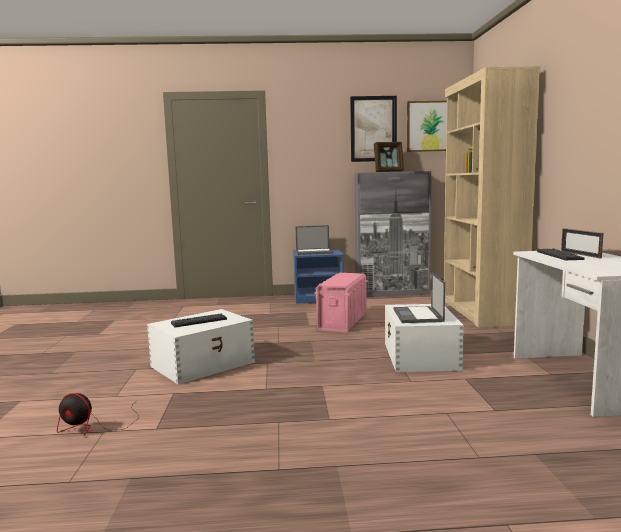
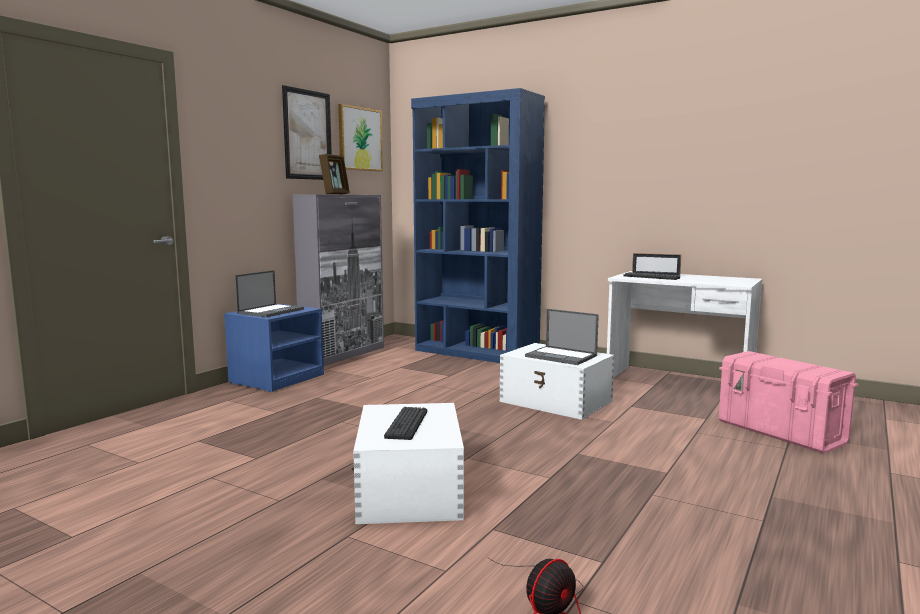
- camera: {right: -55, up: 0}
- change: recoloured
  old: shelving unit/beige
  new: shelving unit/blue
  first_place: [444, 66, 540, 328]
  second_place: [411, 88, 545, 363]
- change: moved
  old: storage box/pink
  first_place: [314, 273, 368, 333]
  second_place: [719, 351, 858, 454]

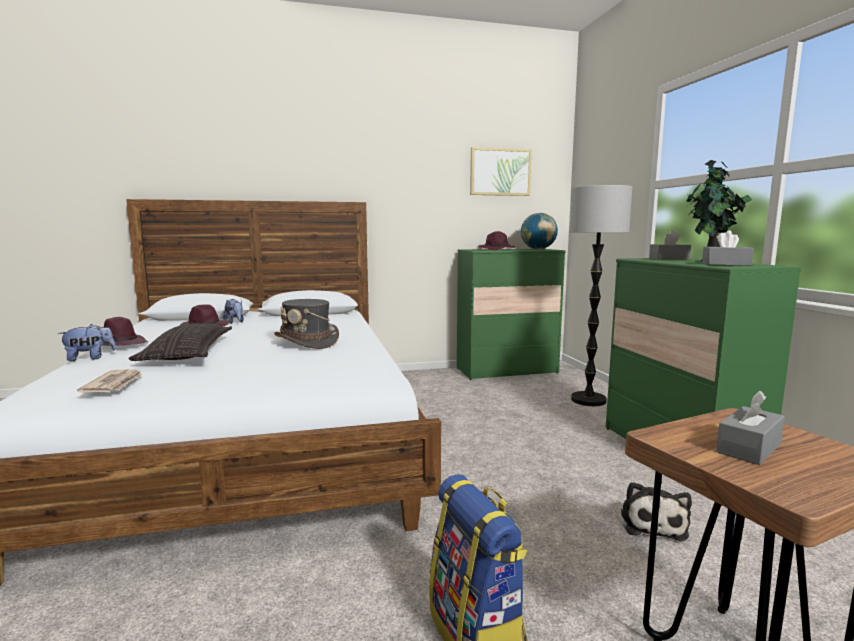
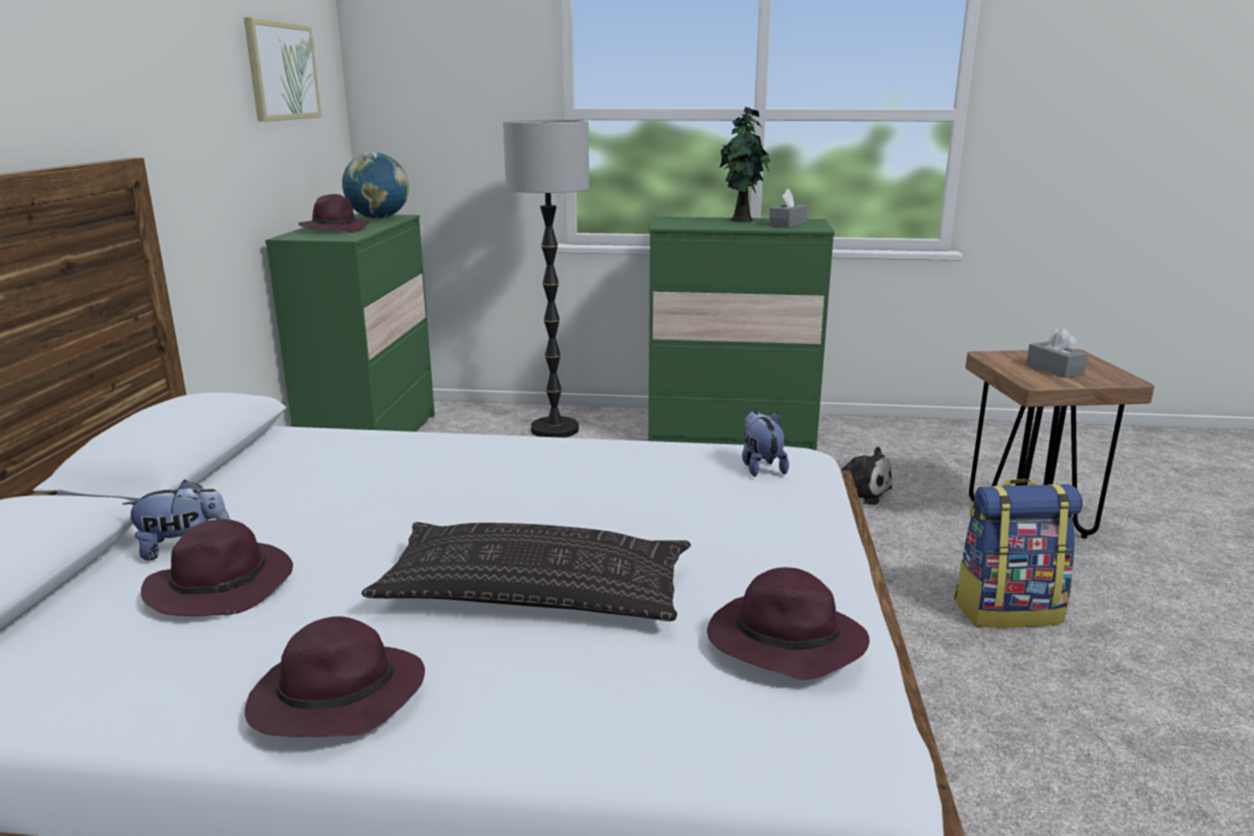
- camera: {right: -70, up: 10}
- change: replaced
  old: daily paper
  new: clothing hat/purple
  first_place: [77, 369, 142, 392]
  second_place: [707, 567, 869, 680]
- change: moved
  old: plush toy
  first_place: [58, 324, 116, 361]
  second_place: [742, 411, 789, 477]
- change: removed
  old: clothing hat/greyish
  first_place: [274, 299, 339, 349]
- change: removed
  old: tissue holder/greyish
  first_place: [649, 230, 691, 260]

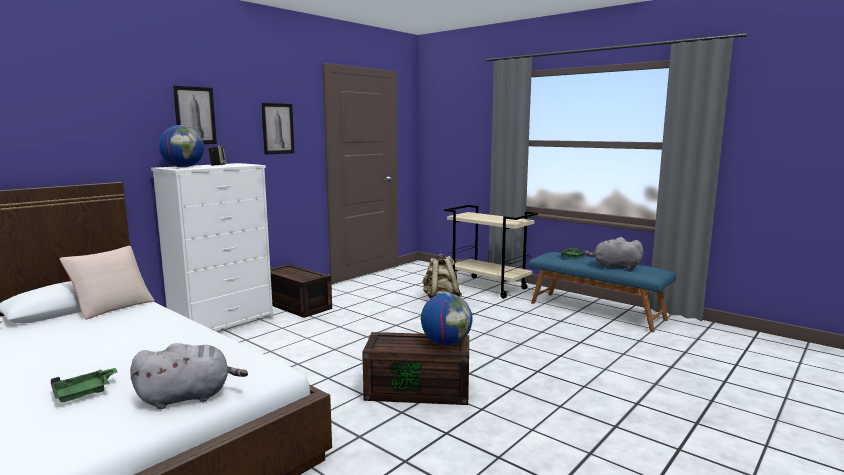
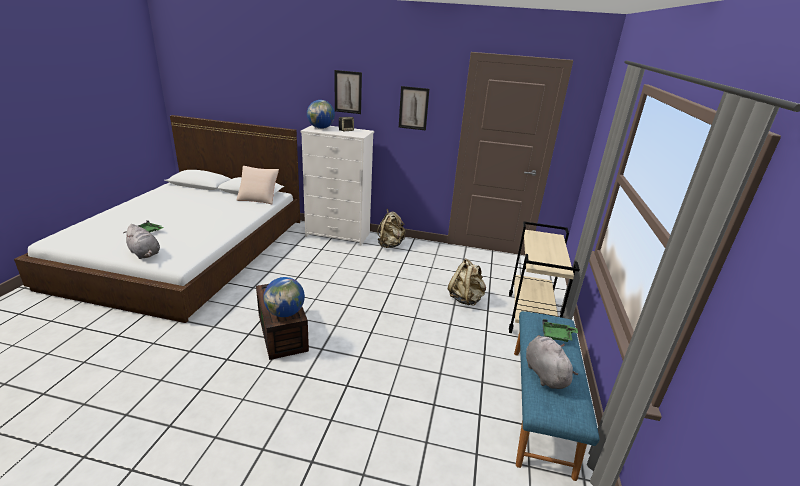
- camera: {right: 60, up: 15}
- change: replaced
  old: storage box/brown
  new: rucksack/beige
  first_place: [270, 264, 332, 318]
  second_place: [377, 209, 406, 248]

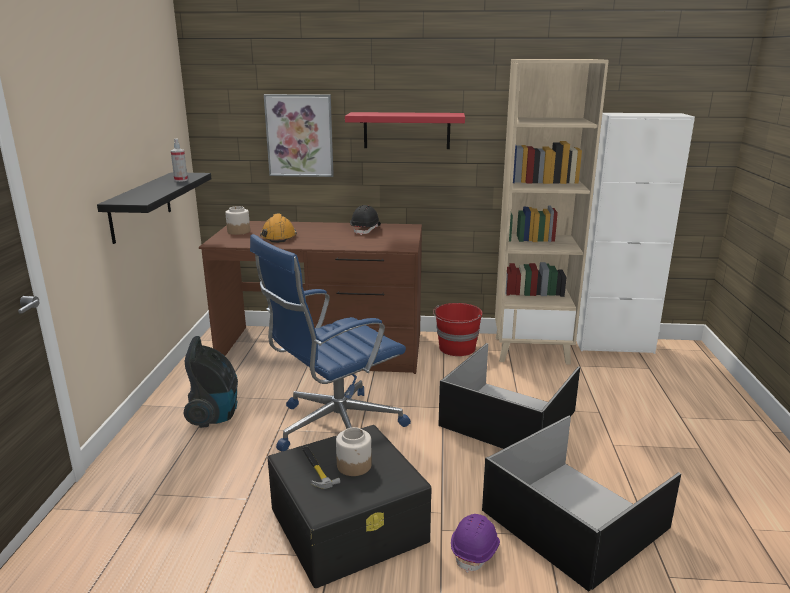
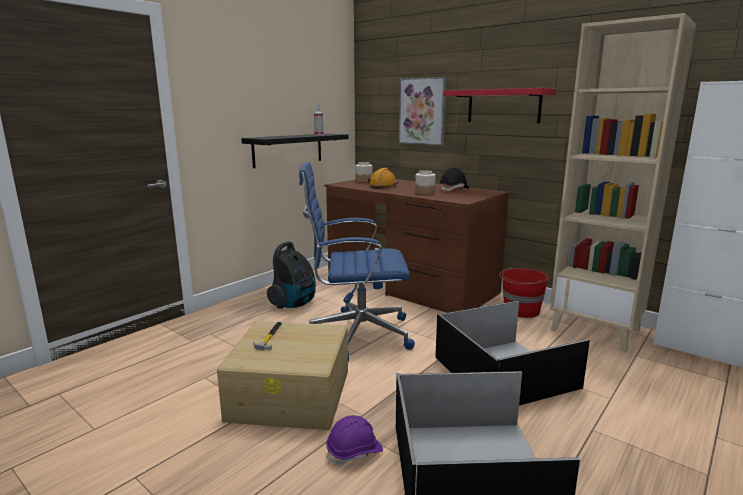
- camera: {right: 35, up: -5}
- change: recoloured
  old: storage box/blackish
  new: storage box/beige
  first_place: [267, 425, 432, 588]
  second_place: [217, 321, 348, 430]
- change: moved
  old: storage jar
  first_place: [336, 427, 372, 476]
  second_place: [415, 171, 436, 195]

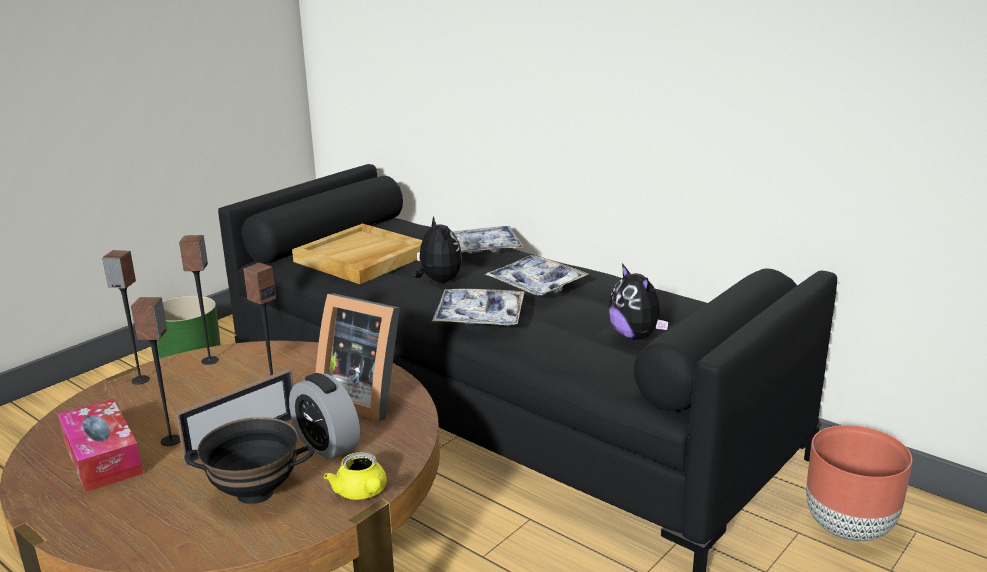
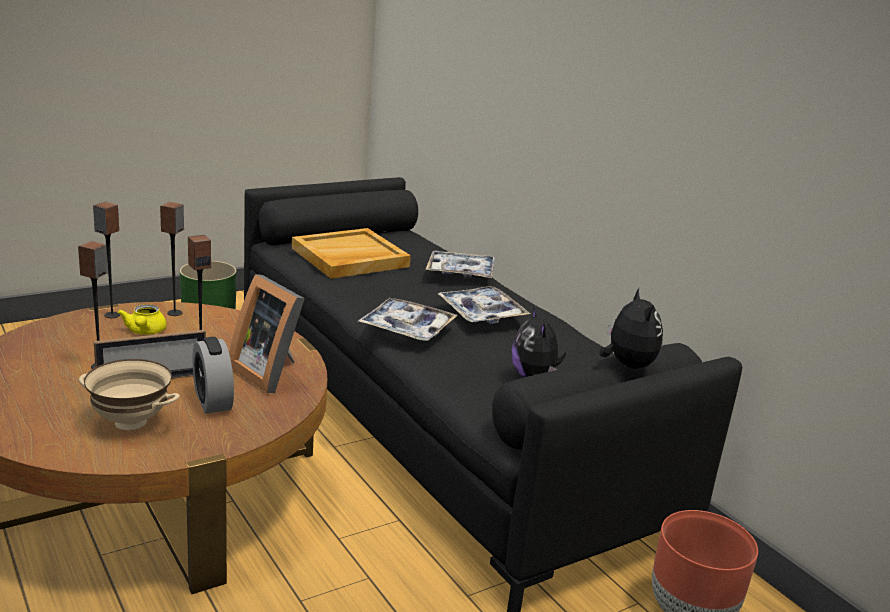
- camera: {right: 15, up: 0}
- change: recoloured
  old: serving bowl/blackish
  new: serving bowl/beige
  first_place: [184, 417, 314, 504]
  second_place: [79, 359, 180, 431]
- change: moved
  old: teapot/yellow
  first_place: [324, 452, 387, 500]
  second_place: [118, 304, 166, 335]
- change: moved
  old: plush toy
  first_place: [413, 216, 462, 282]
  second_place: [600, 288, 663, 369]
- change: removed
  old: tissue holder
  first_place: [58, 399, 143, 492]

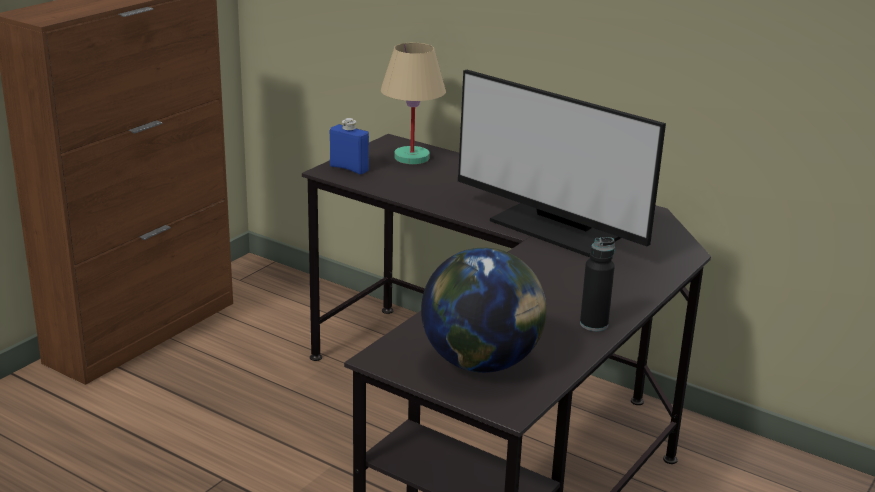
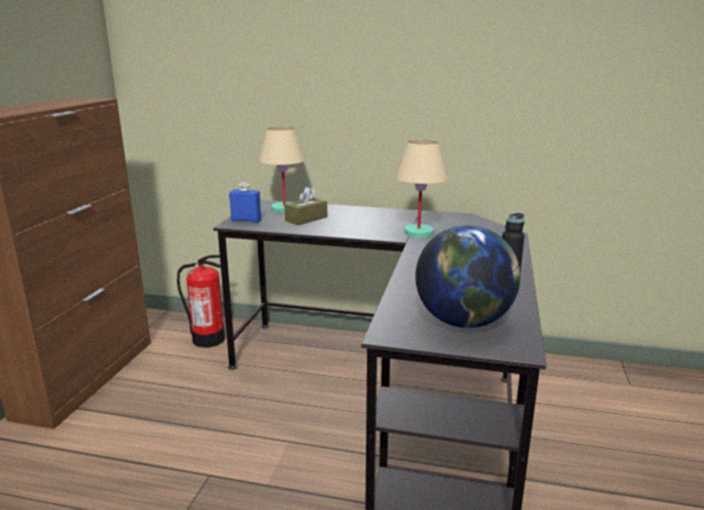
- camera: {right: -20, up: -5}
- change: added
  new: fire extinguisher
  second_place: [177, 255, 225, 348]
- change: added
  new: tissue holder/brown
  second_place: [284, 187, 327, 225]
- change: replaced
  old: computer display
  new: lamp for a table/beige
  first_place: [458, 70, 666, 257]
  second_place: [395, 139, 448, 238]

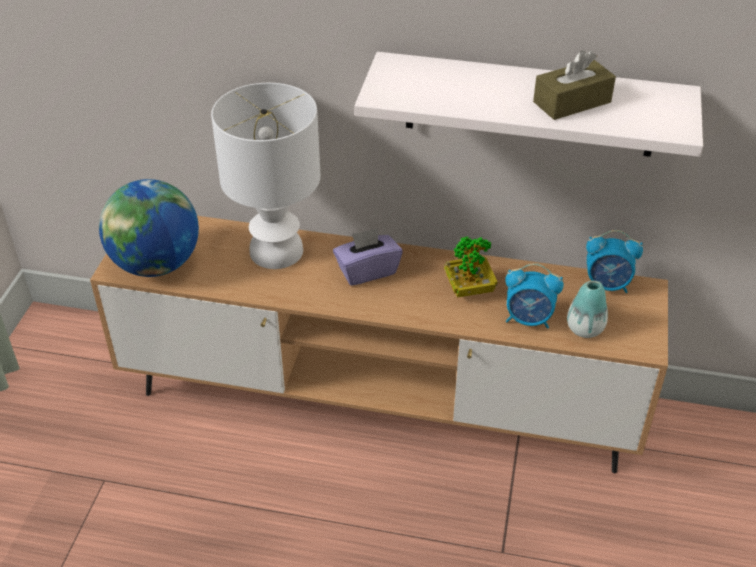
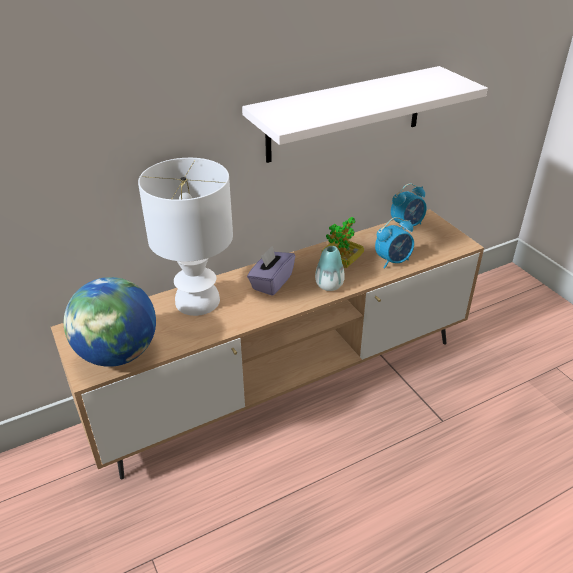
- camera: {right: -40, up: -5}
- change: moved
  old: decorative vase
  first_place: [567, 280, 608, 338]
  second_place: [315, 246, 345, 291]
- change: removed
  old: tissue holder/brown
  first_place: [533, 50, 616, 120]

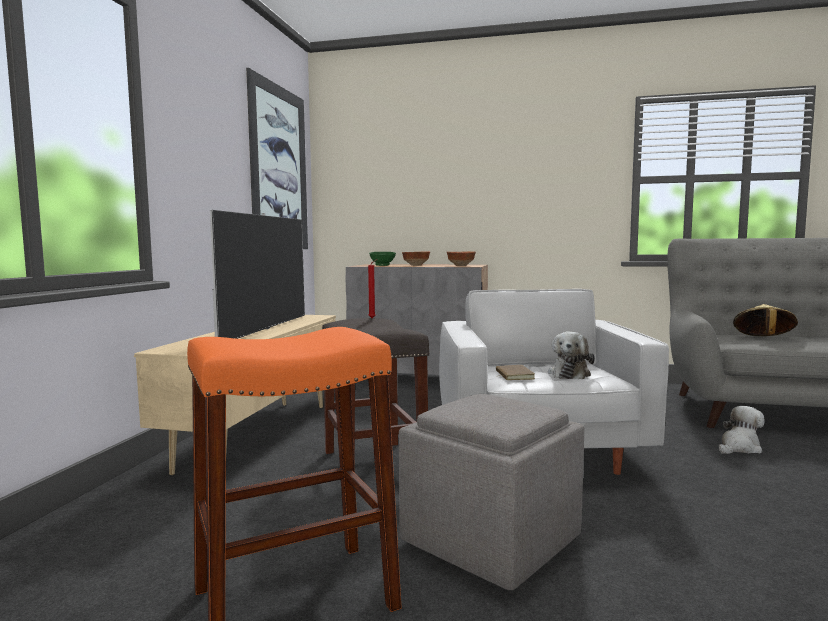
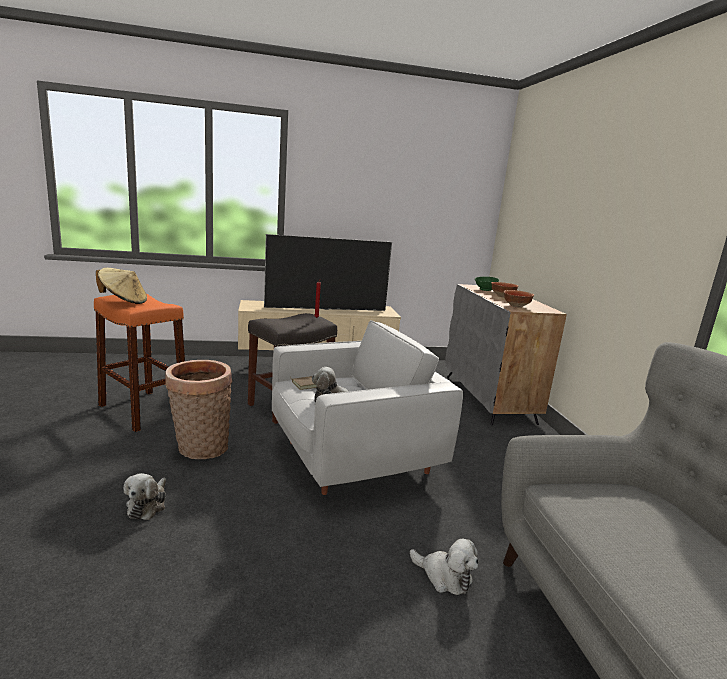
- camera: {right: 65, up: 10}
- change: moved
  old: clothing hat/beige
  first_place: [733, 304, 798, 336]
  second_place: [96, 268, 147, 304]
- change: added
  new: plush toy
  second_place: [123, 473, 166, 520]
- change: replaced
  old: footrest/greyish
  new: basket
  first_place: [399, 394, 584, 590]
  second_place: [165, 360, 233, 459]
- change: removed
  old: picture
  first_place: [246, 68, 308, 249]

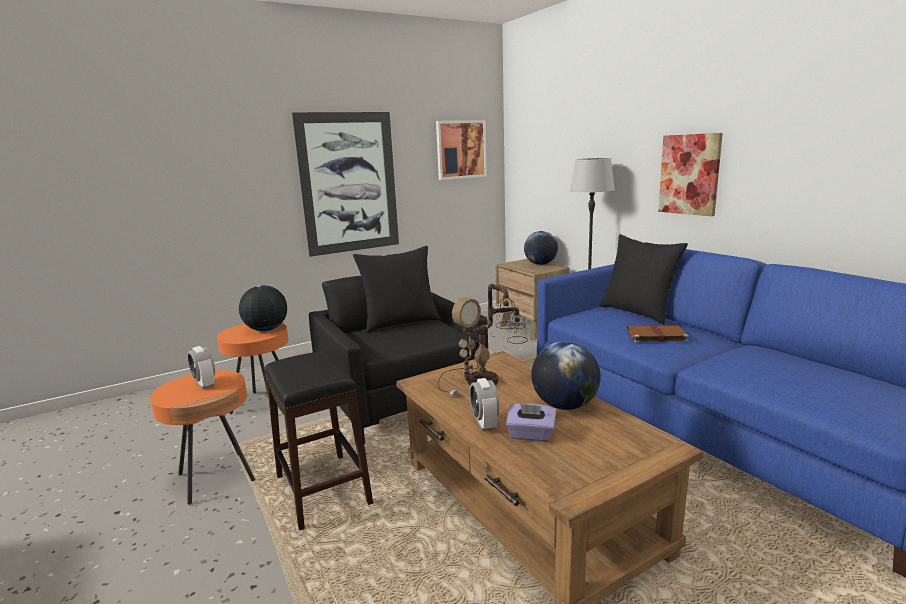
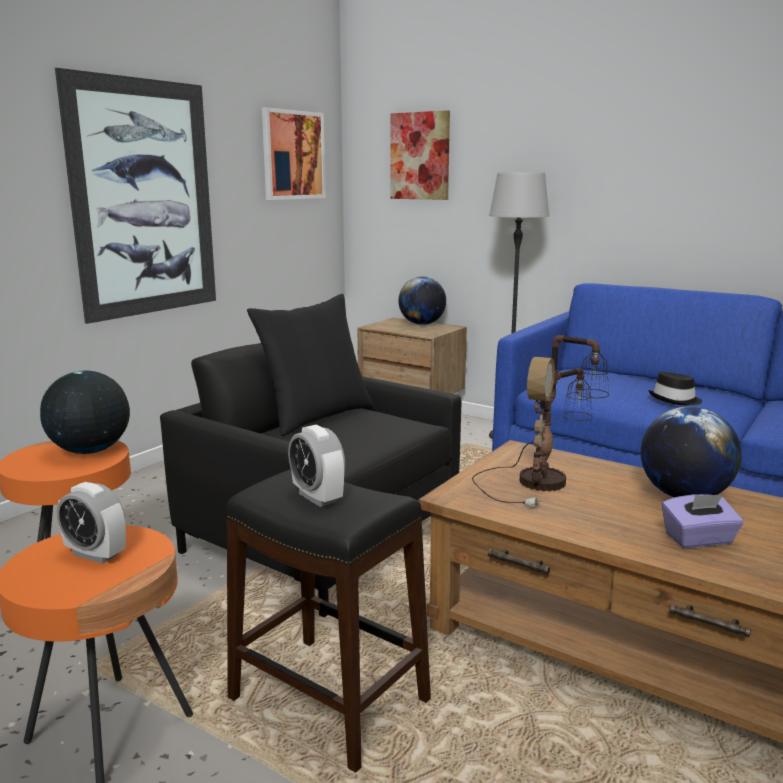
- camera: {right: -25, up: 0}
- change: moved
  old: table clock
  first_place: [470, 378, 499, 431]
  second_place: [288, 425, 345, 507]
- change: moved
  old: picture
  first_place: [658, 133, 723, 216]
  second_place: [391, 110, 450, 200]
- change: replaced
  old: bound book/brown
  new: clothing hat/blackish
  first_place: [627, 325, 689, 342]
  second_place: [648, 372, 702, 405]
- change: removed
  old: pillow/blackish
  first_place: [599, 234, 688, 324]

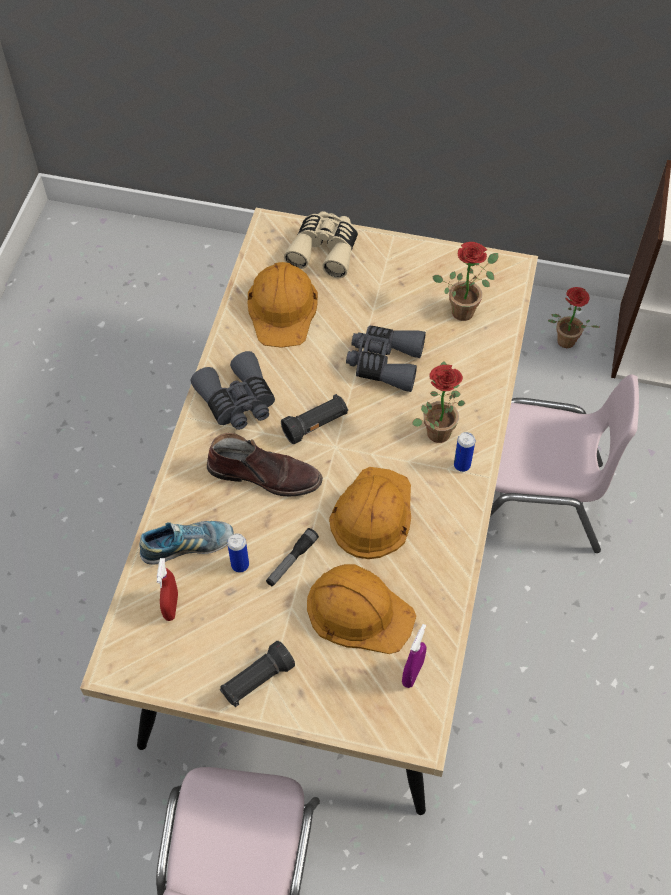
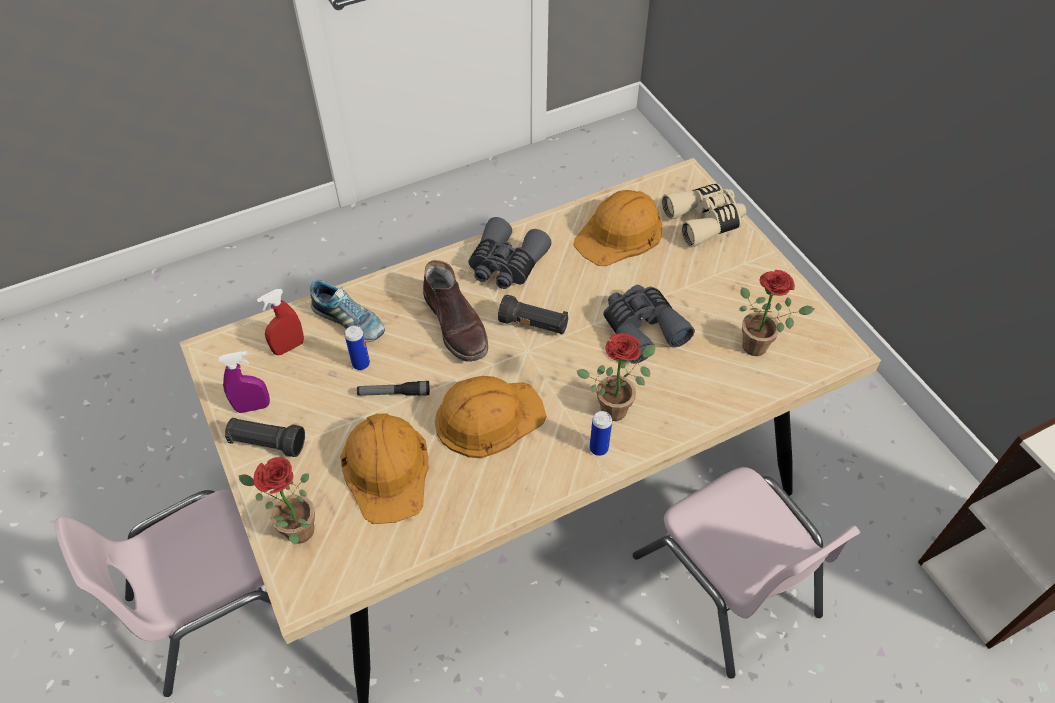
- camera: {right: 50, up: -5}
- change: moved
  old: spray bottle/purple
  first_place: [402, 624, 427, 688]
  second_place: [219, 351, 270, 413]
- change: moved
  old: potted plant
  first_place: [548, 287, 599, 348]
  second_place: [239, 457, 315, 545]

